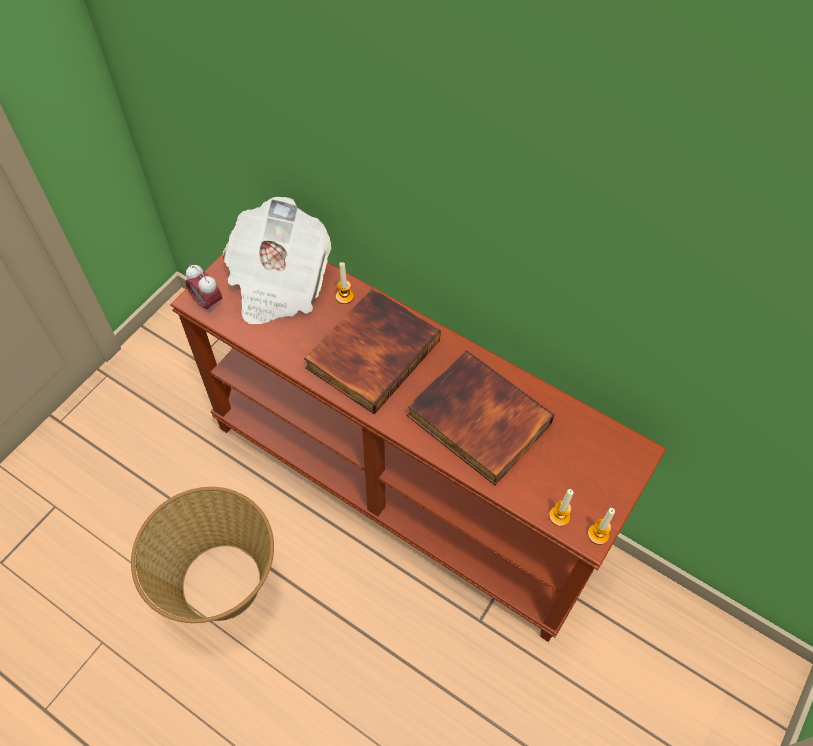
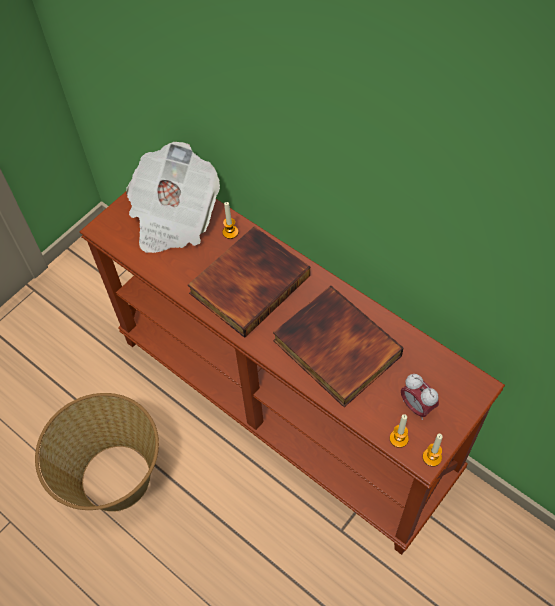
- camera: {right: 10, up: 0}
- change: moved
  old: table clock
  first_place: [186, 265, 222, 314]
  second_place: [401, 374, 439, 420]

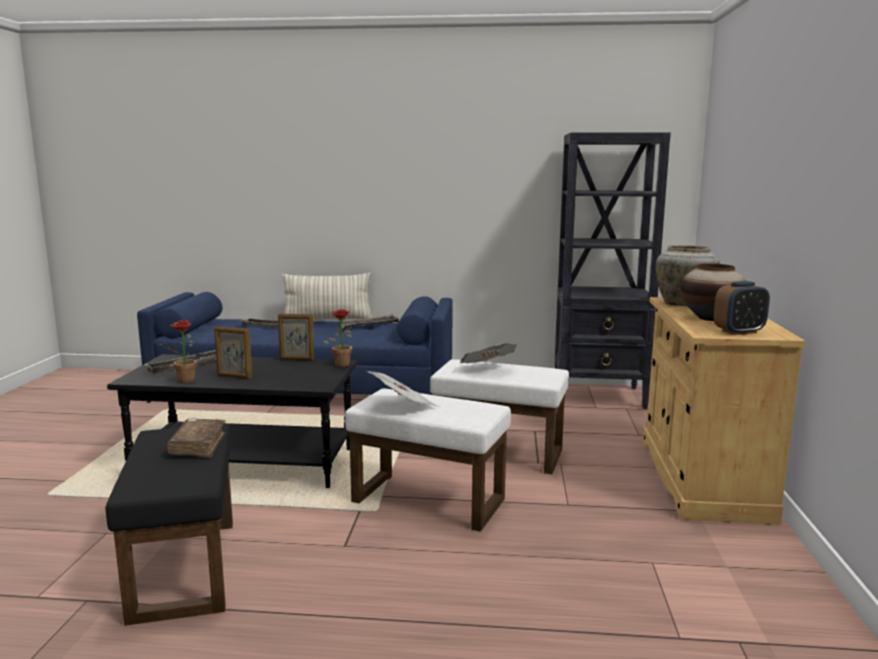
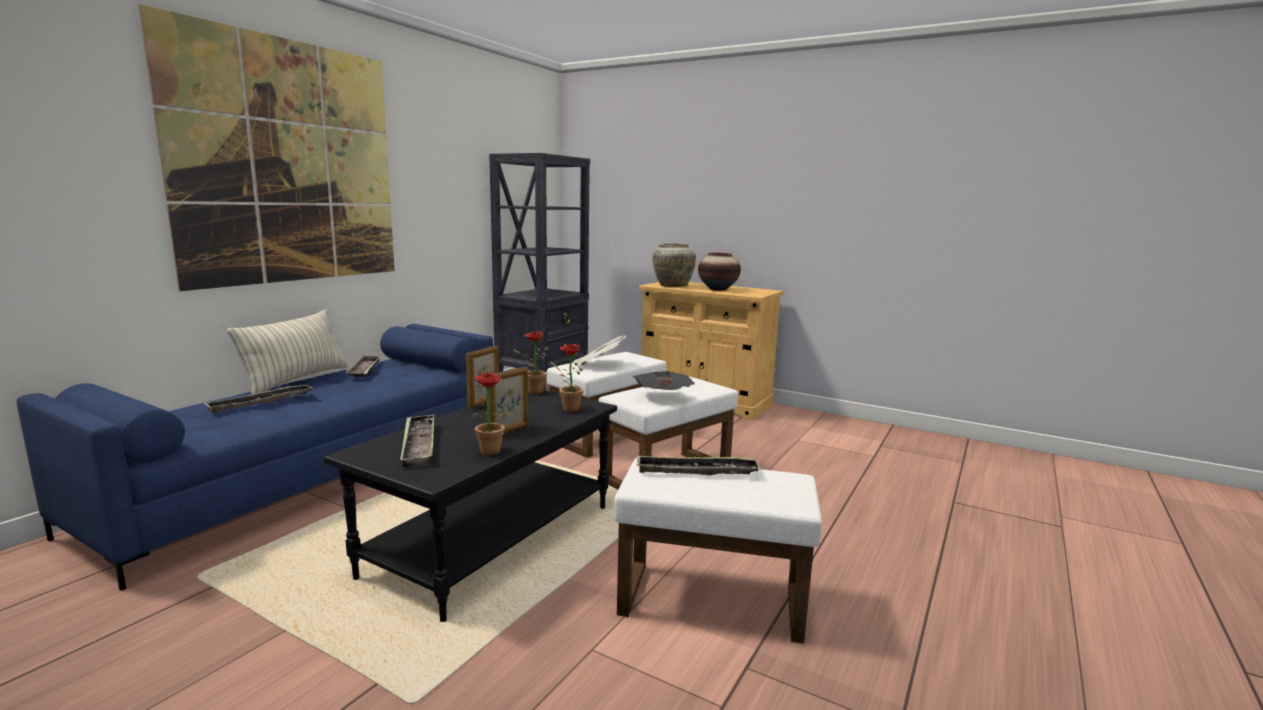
- camera: {right: -65, up: 0}
- change: added
  new: picture
  second_place: [139, 4, 395, 291]
- change: added
  new: potted plant
  second_place: [550, 344, 587, 412]
- change: recoloured
  old: footrest/blackish
  new: footrest/white-coloured
  first_place: [105, 424, 233, 626]
  second_place: [614, 458, 822, 644]
- change: replaced
  old: bound book/brown
  new: serving tray
  first_place: [166, 419, 225, 458]
  second_place: [636, 455, 761, 475]
- change: removed
  old: table clock
  first_place: [714, 281, 770, 335]

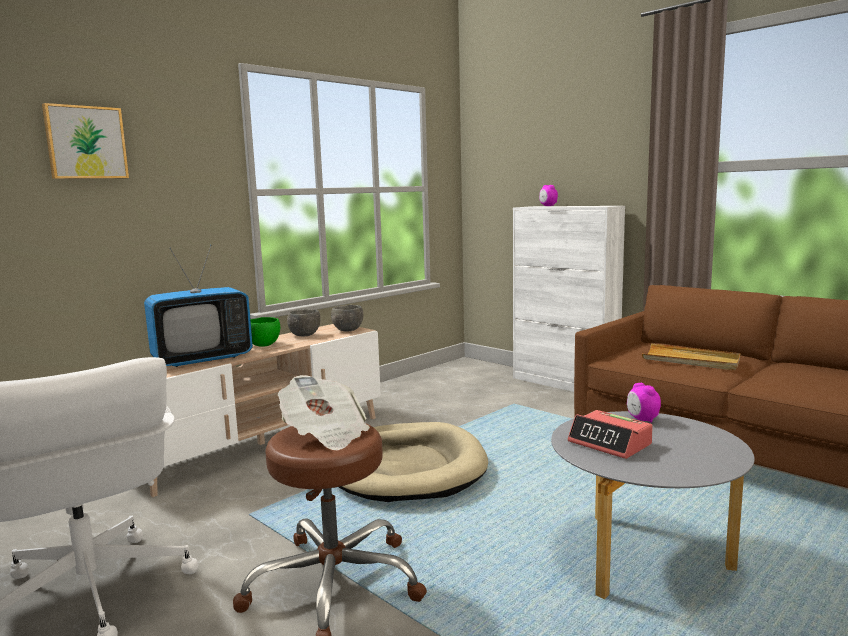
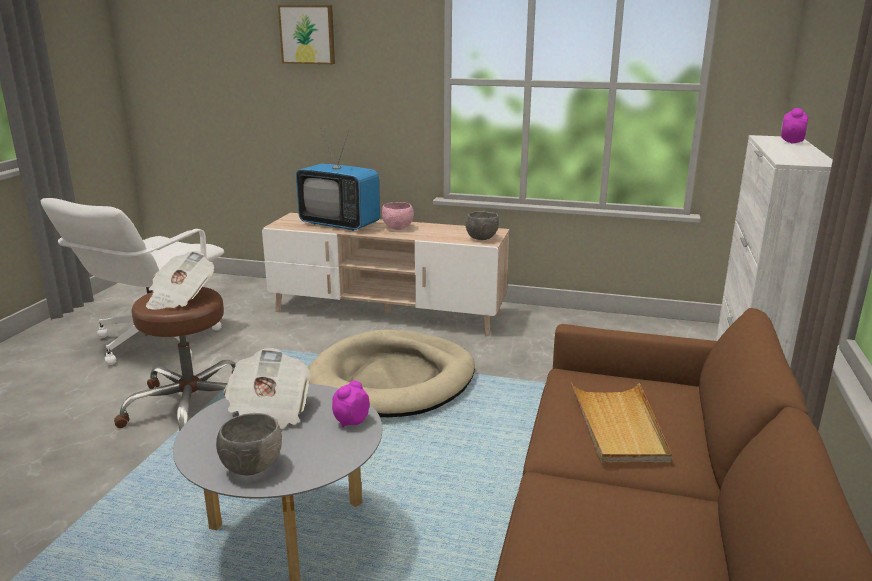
- camera: {right: 60, up: 10}
- change: moved
  old: serving bowl/greyish
  first_place: [287, 309, 321, 337]
  second_place: [216, 413, 282, 475]
- change: replaced
  old: table clock
  new: daily paper
  first_place: [568, 410, 653, 459]
  second_place: [224, 348, 311, 429]
- change: recoloured
  old: serving bowl/green
  new: serving bowl/pink
  first_place: [250, 317, 280, 347]
  second_place: [381, 202, 414, 230]

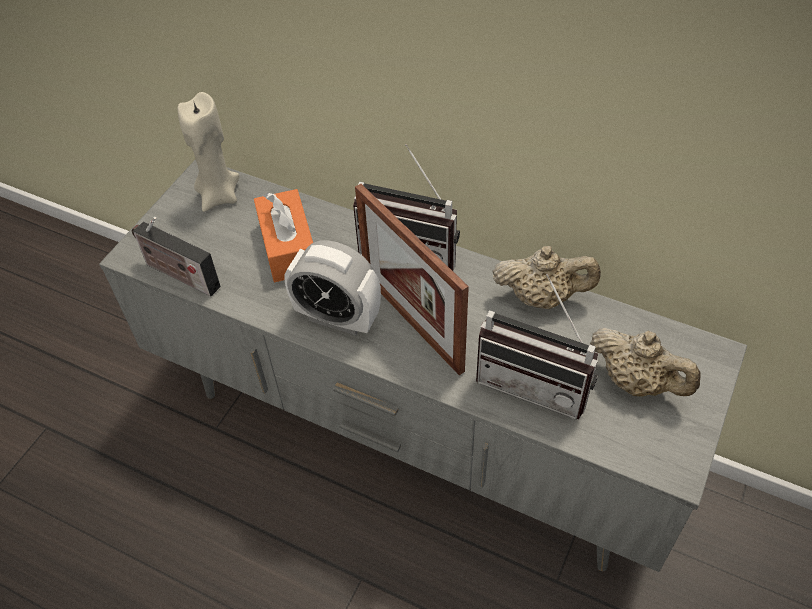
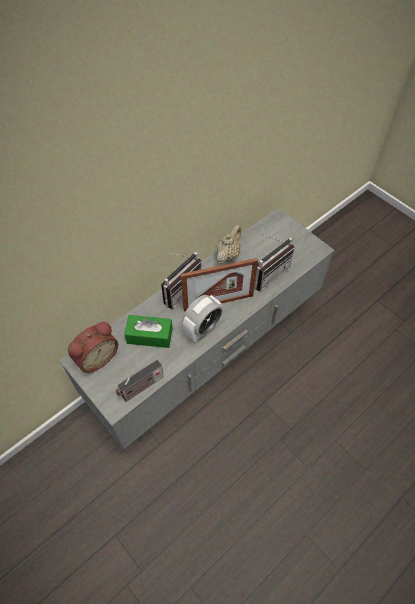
- camera: {right: -70, up: 5}
- change: replaced
  old: wax light/beige
  new: table clock
  first_place: [178, 92, 239, 212]
  second_place: [68, 322, 118, 373]
- change: recoloured
  old: tissue holder/orange-coloured
  new: tissue holder/green
  first_place: [254, 189, 313, 282]
  second_place: [124, 315, 173, 348]
- change: removed
  old: teapot/beige
  first_place: [590, 327, 701, 396]

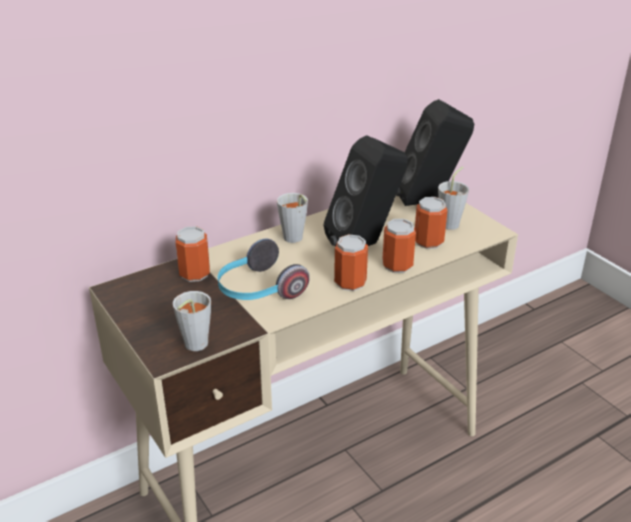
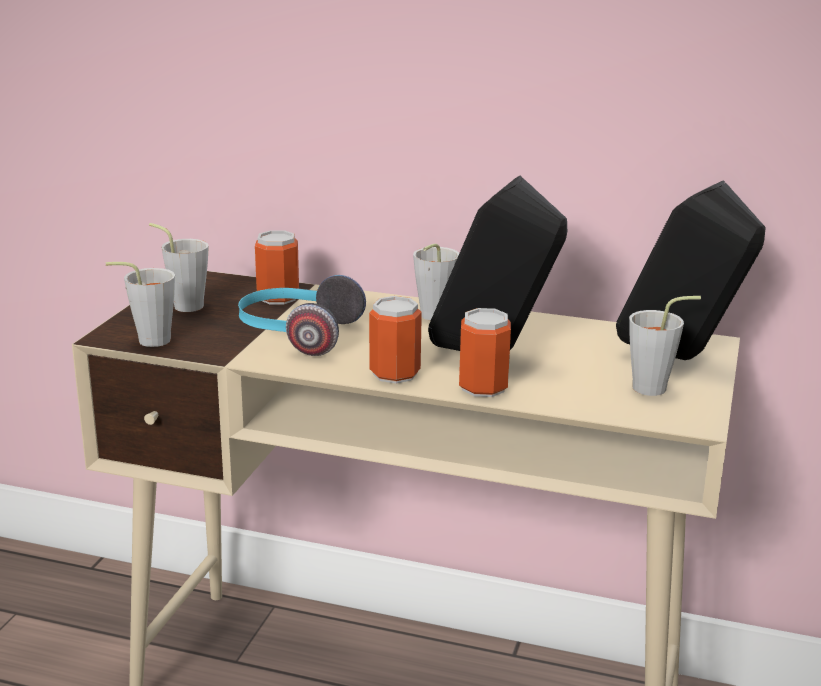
- camera: {right: 50, up: -10}
- change: added
  new: small cup/greyish
  second_place: [149, 223, 209, 312]
- change: removed
  old: sealed can
  first_place: [415, 197, 448, 249]

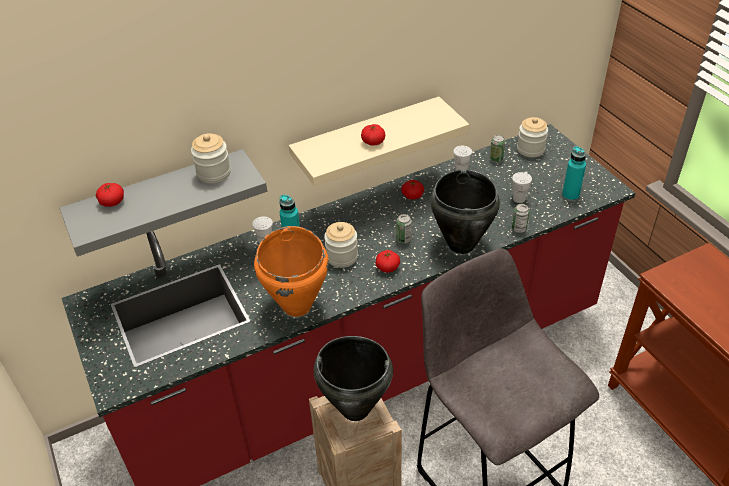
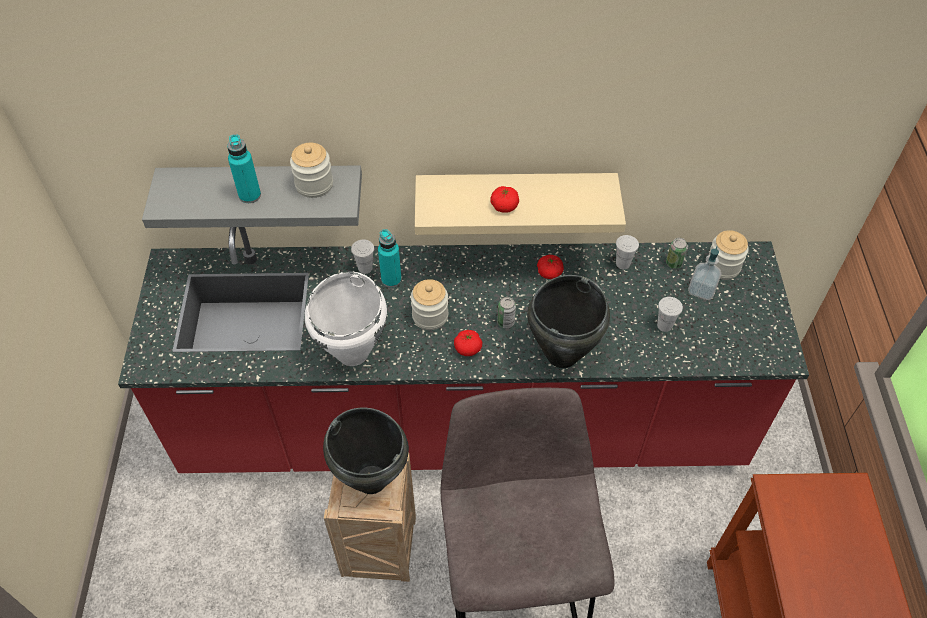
- camera: {right: 25, up: 10}
- change: moved
  old: bottle/blue-green
  first_place: [562, 146, 586, 201]
  second_place: [227, 134, 261, 203]
- change: recoloured
  old: saucepot/orange-coloured
  new: saucepot/white-coloured
  first_place: [254, 226, 329, 317]
  second_place: [305, 272, 387, 366]
- change: added
  new: liquid soap bottle
  second_place: [688, 246, 721, 300]
- change: removed
  old: tomato
  first_place: [96, 183, 124, 207]
- change: removed
  old: sealed can
  first_place: [512, 204, 529, 233]

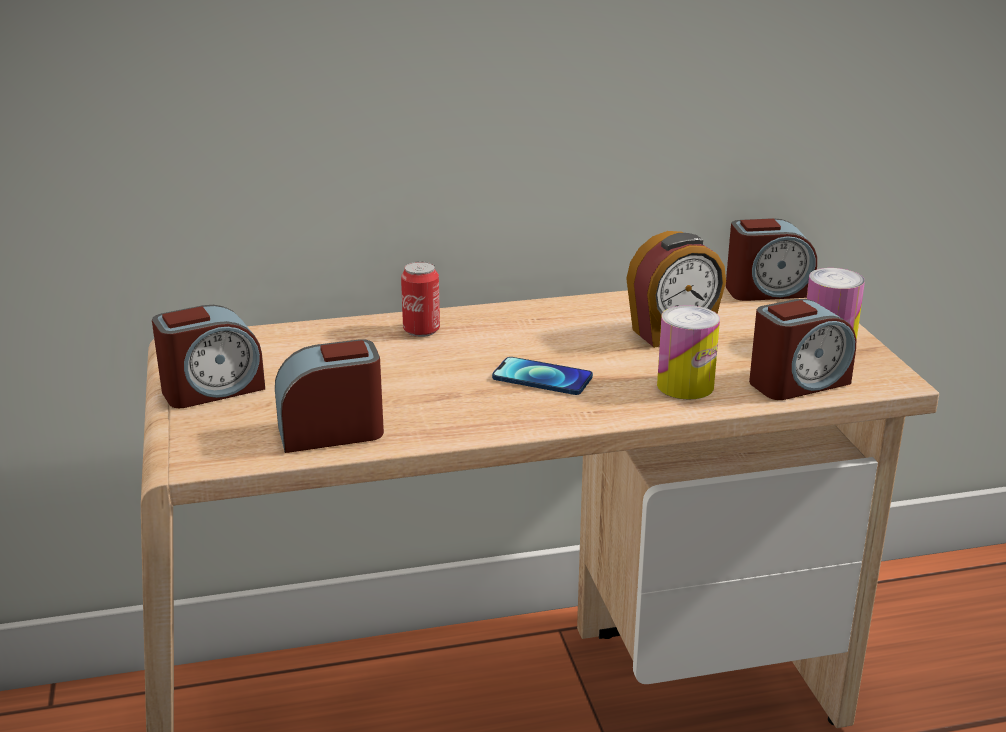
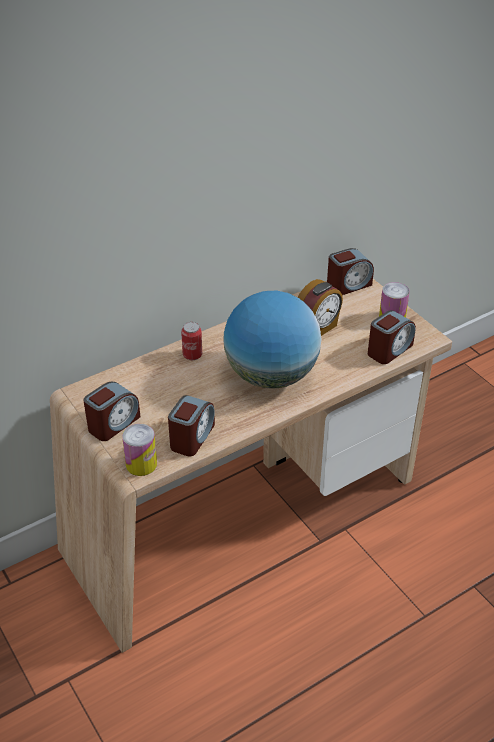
- camera: {right: -20, up: 15}
- change: moved
  old: sealed can
  first_place: [657, 305, 720, 400]
  second_place: [122, 424, 157, 476]
- change: turned
  old: table clock
  first_place: [275, 339, 384, 453]
  second_place: [168, 395, 215, 456]
  degrees: 150
- change: replaced
  old: handset
  new: desk globe
  first_place: [492, 357, 593, 395]
  second_place: [223, 291, 322, 389]

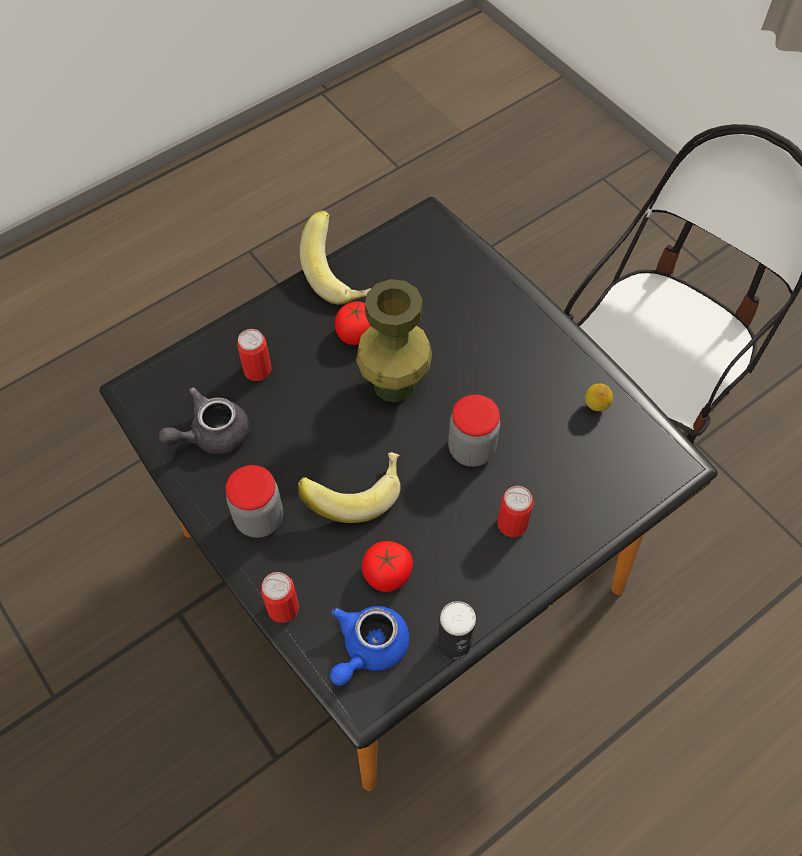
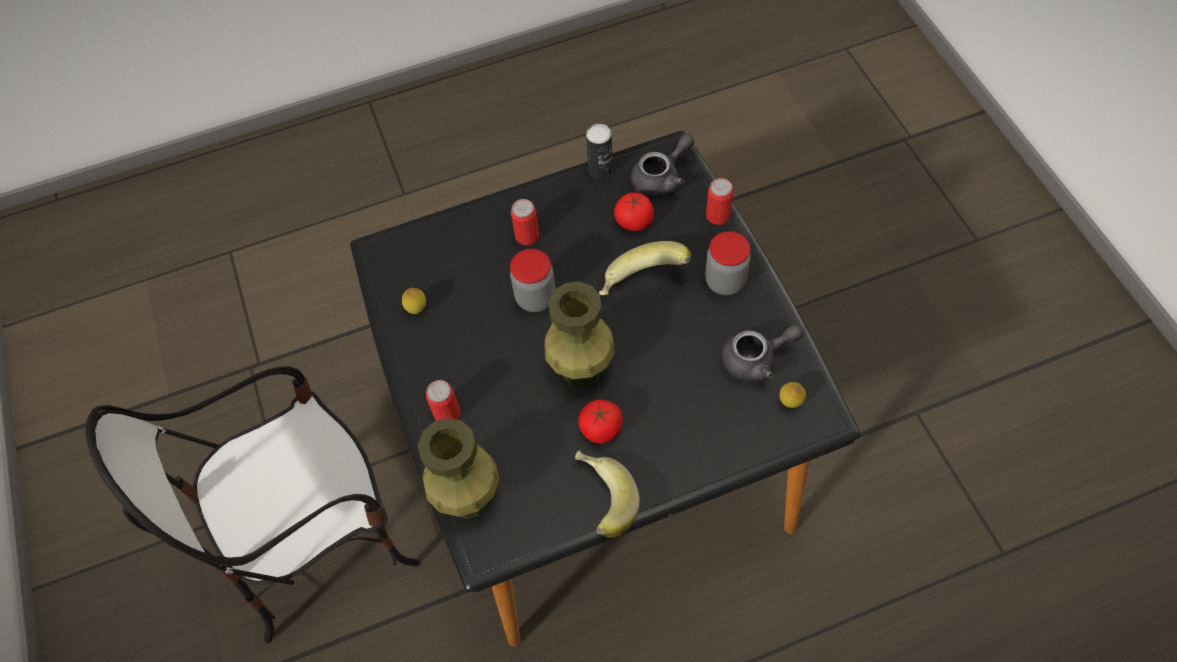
- camera: {right: -160, up: 0}
- change: added
  new: decorative vase/green
  second_place: [418, 418, 499, 519]
- change: moved
  old: sealed can
  first_place: [237, 329, 272, 381]
  second_place: [426, 380, 460, 421]
- change: recoloured
  old: teapot/blue
  new: teapot/greyish
  first_place: [330, 606, 410, 686]
  second_place: [631, 134, 694, 198]
- change: added
  new: whole lemon
  second_place: [779, 382, 806, 408]

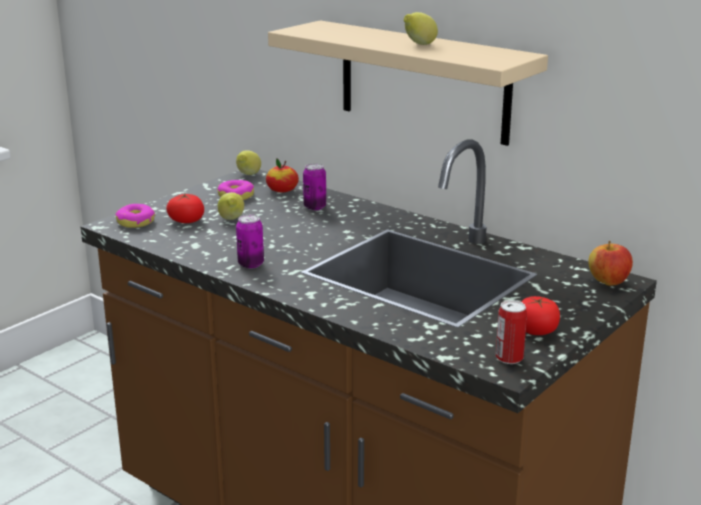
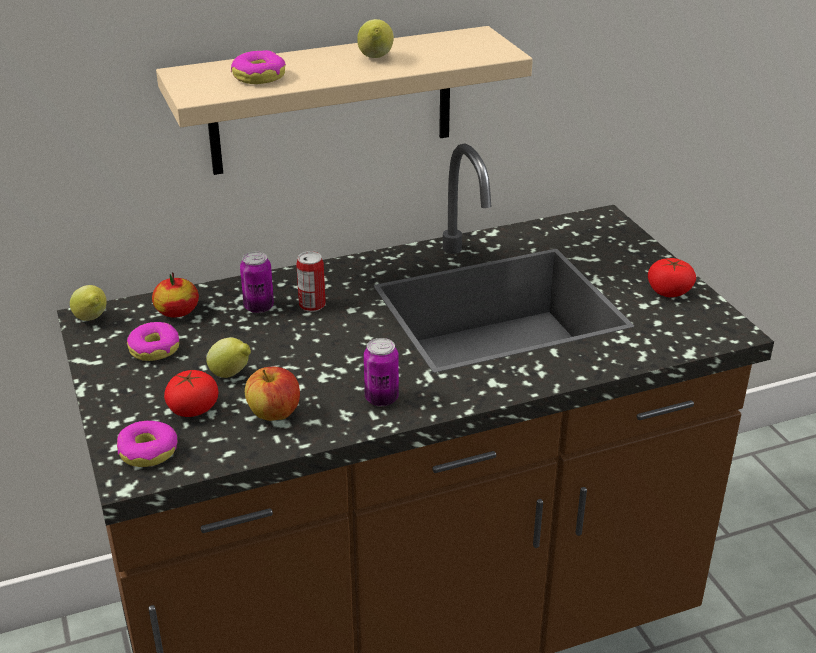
- camera: {right: -60, up: 10}
- change: added
  new: doughnut
  second_place: [231, 50, 286, 84]
- change: moved
  old: apple fruit
  first_place: [588, 241, 633, 286]
  second_place: [245, 367, 300, 421]
- change: moved
  old: sealed can
  first_place: [496, 300, 527, 364]
  second_place: [296, 251, 326, 312]

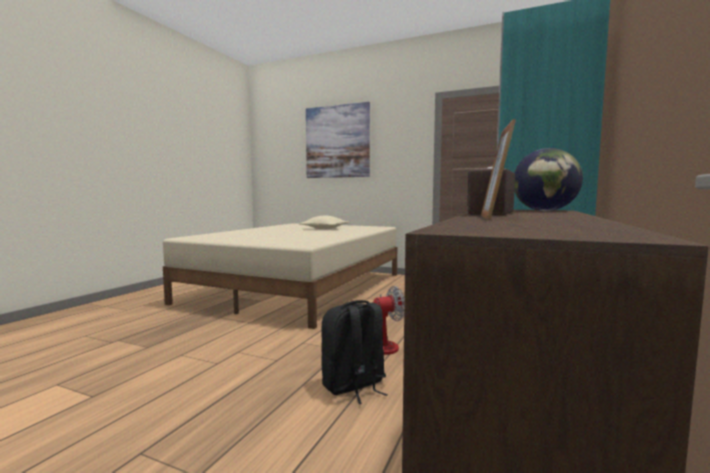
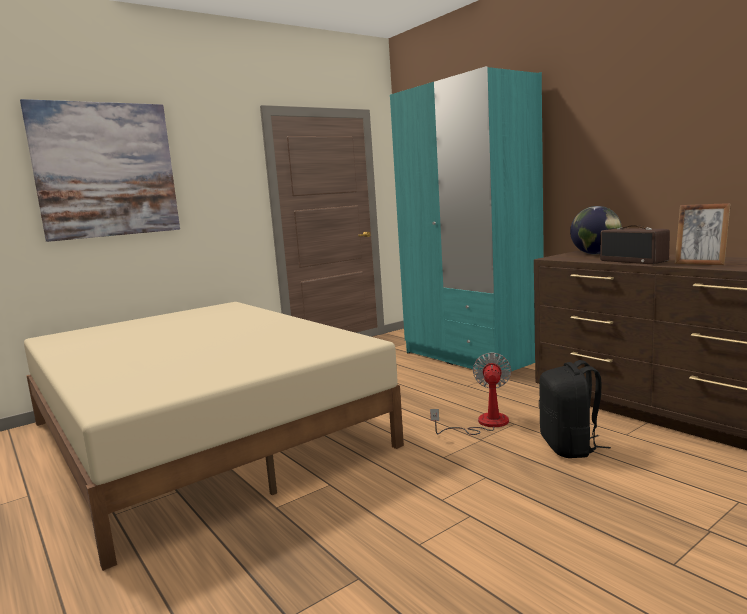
- camera: {right: -60, up: 5}
- change: removed
  old: pillow/beige
  first_place: [299, 216, 349, 229]

